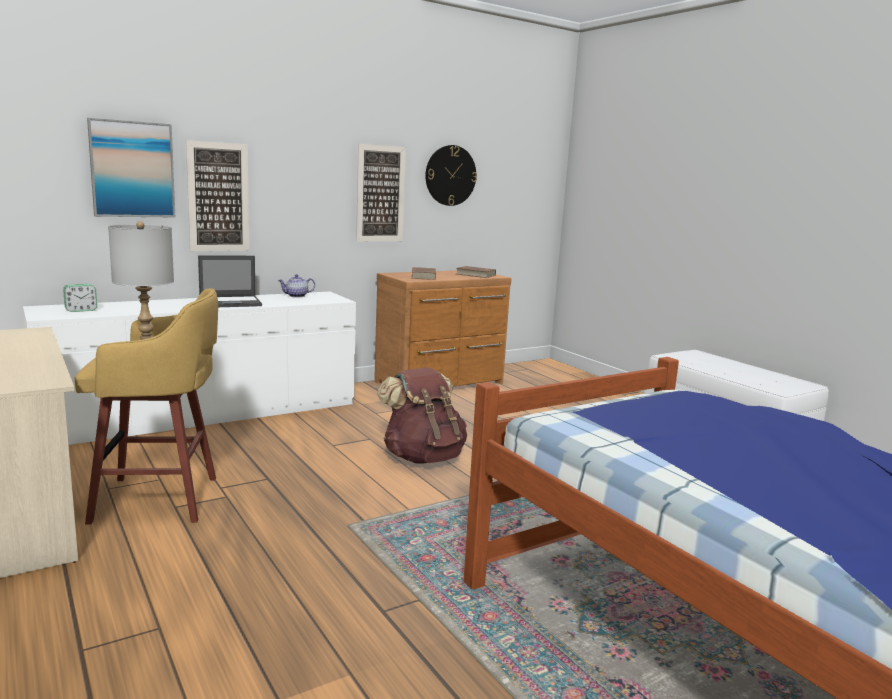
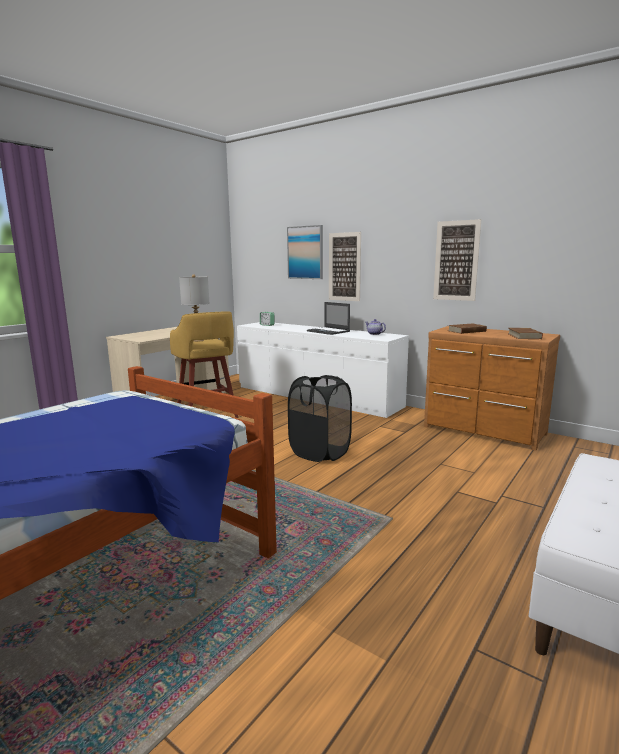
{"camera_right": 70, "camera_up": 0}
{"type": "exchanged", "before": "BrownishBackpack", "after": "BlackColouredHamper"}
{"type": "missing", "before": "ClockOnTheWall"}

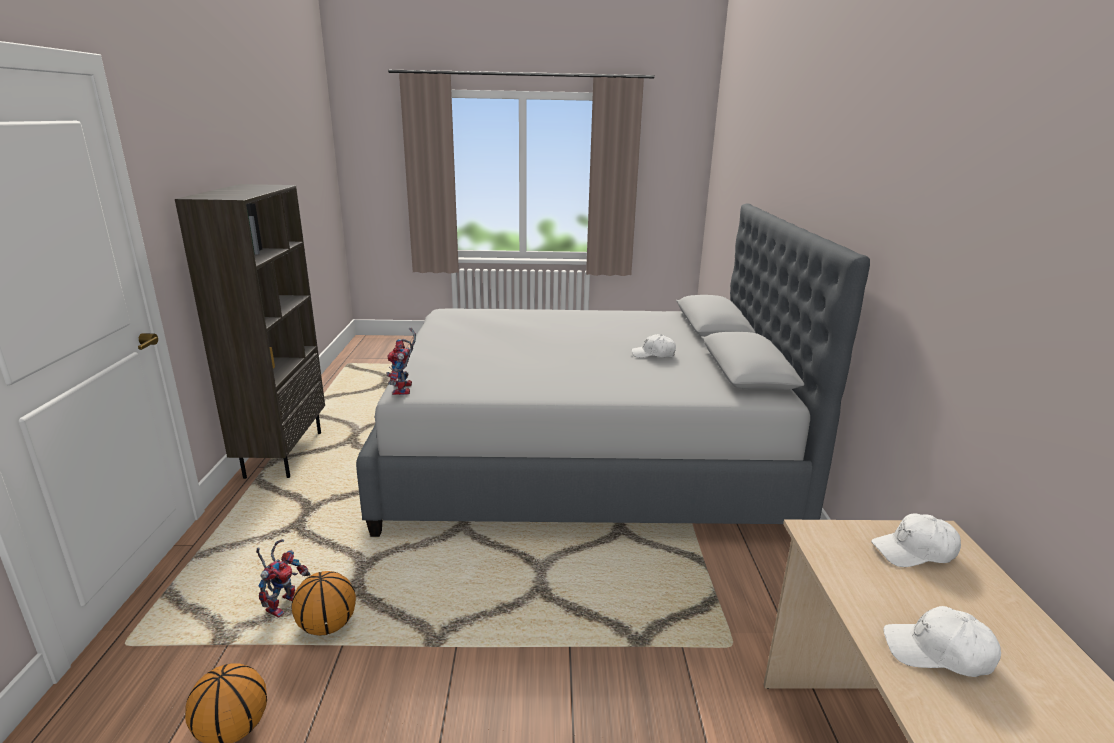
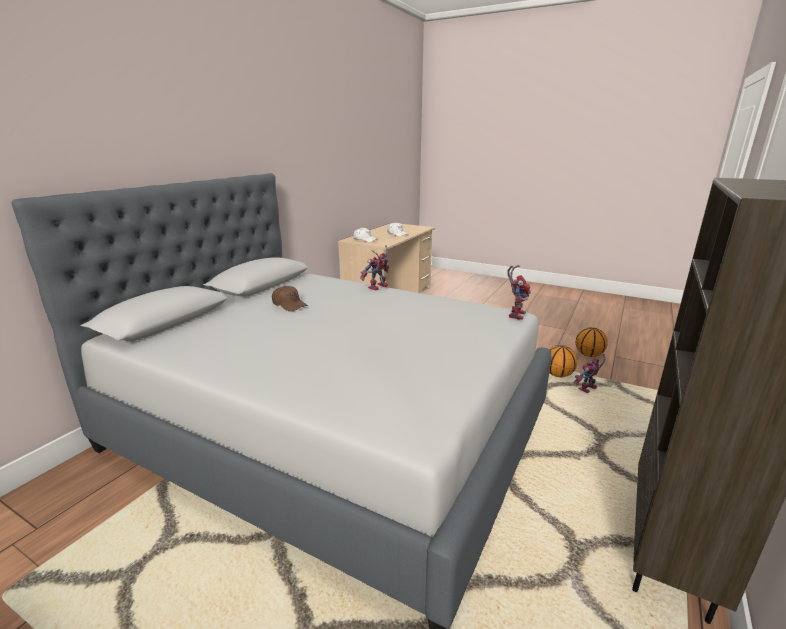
{"camera_right": -150, "camera_up": 0}
{"type": "colour", "before": "WhiteBaseballCap (no. 1 from left)", "after": "BrownishBaseballCap"}
{"type": "appeared", "after": "RobotFigure (no. 1 from left)"}

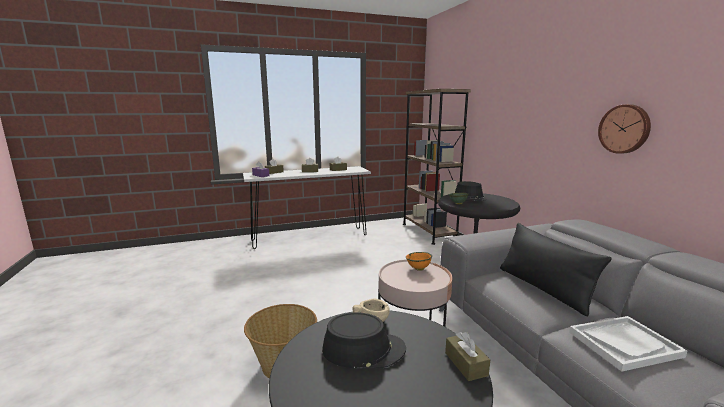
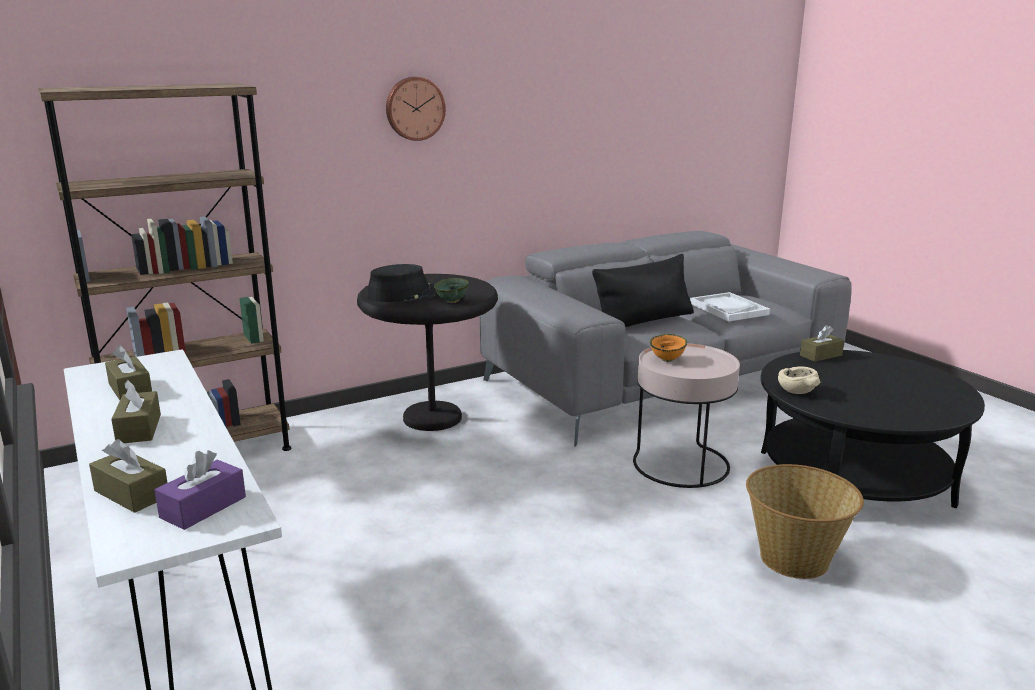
{"camera_right": -100, "camera_up": 5}
{"type": "relocated", "before": "ClockOnTheWall"}
{"type": "missing", "before": "BlackColouredWearableHat (no. 1 from left)"}

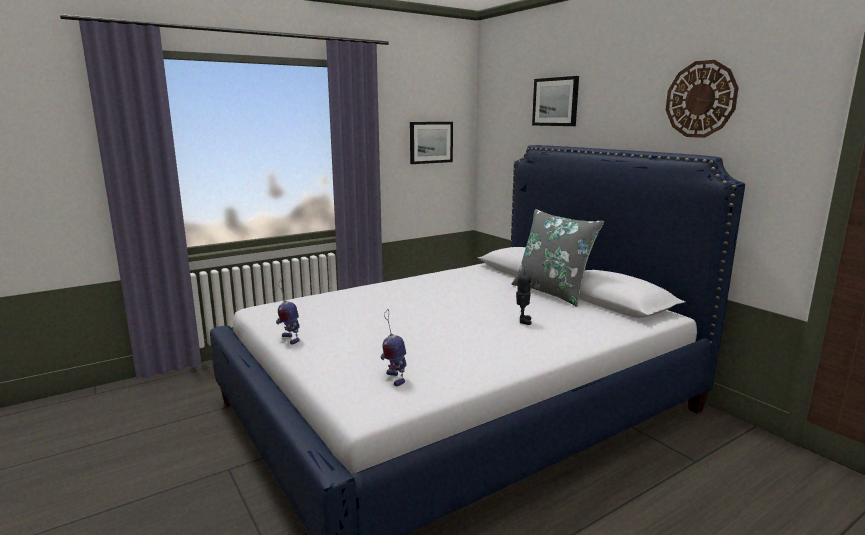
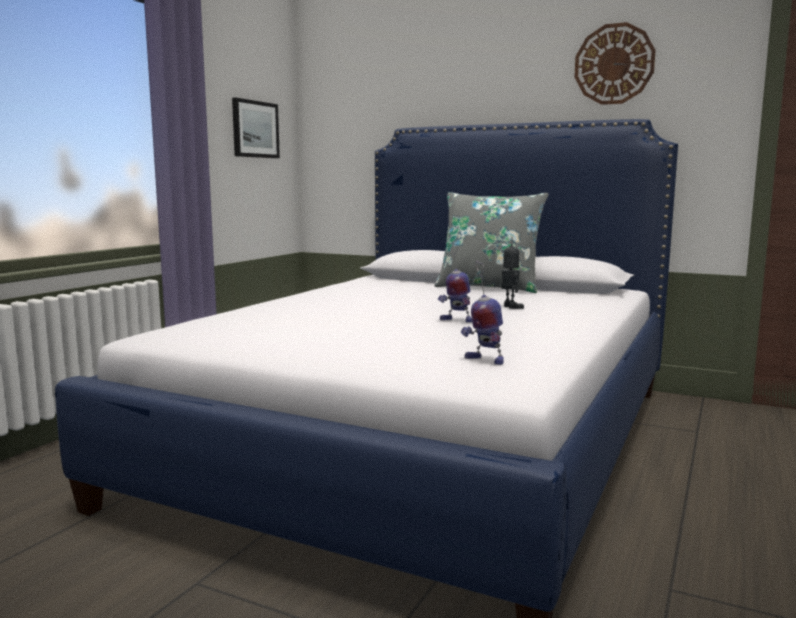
{"camera_right": -30, "camera_up": -5}
{"type": "relocated", "before": "RobotFigure (no. 1 from left)"}
{"type": "missing", "before": "WallPicture (no. 2 from left)"}

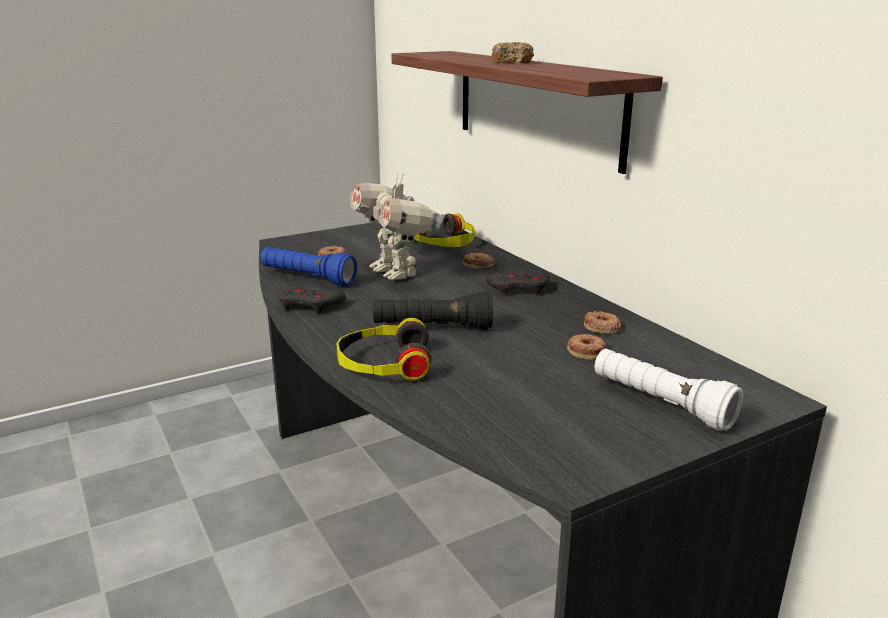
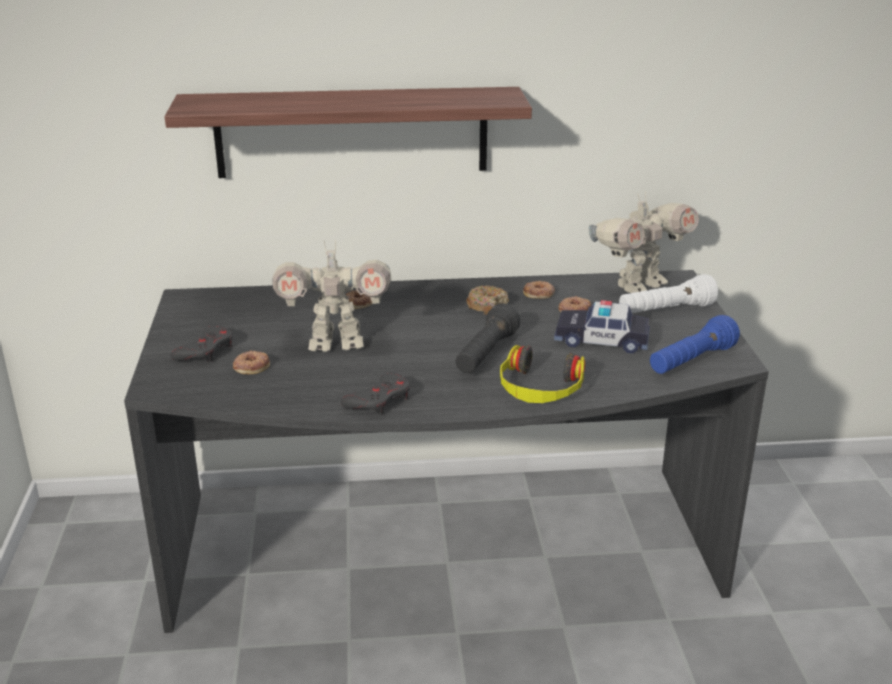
{"camera_right": -65, "camera_up": 5}
{"type": "relocated", "before": "GreyishGamepad (no. 2 from left in the first image)", "after": "GreyishGamepad (no. 1 from left)"}
{"type": "relocated", "before": "Donut (no. 3 from left)"}
{"type": "appeared", "after": "MiniatureCar"}
{"type": "appeared", "after": "RobotFigure (no. 2 from left)"}
{"type": "relocated", "before": "BlueHandTorch"}
{"type": "missing", "before": "PairOfHeadphones (no. 2 from left)"}

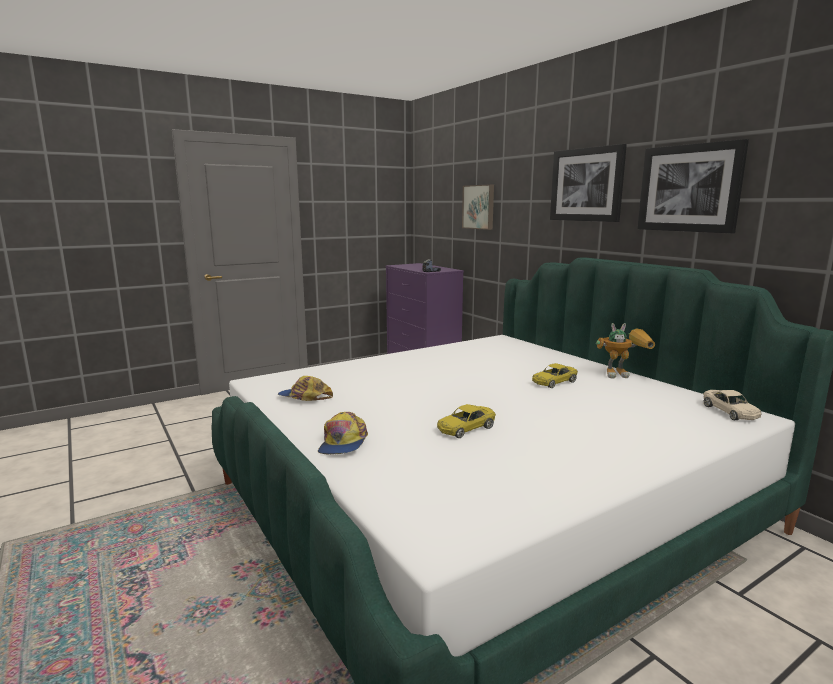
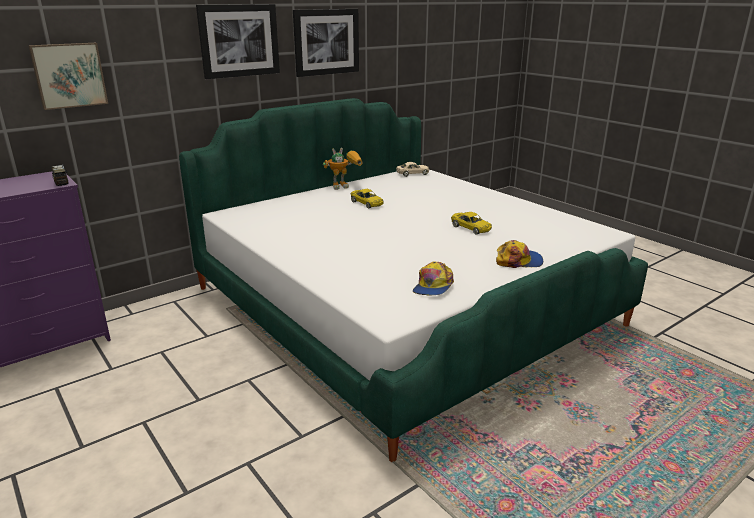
{"camera_right": -95, "camera_up": 10}
{"type": "spun", "before": "RobotFigure", "turn": 75}

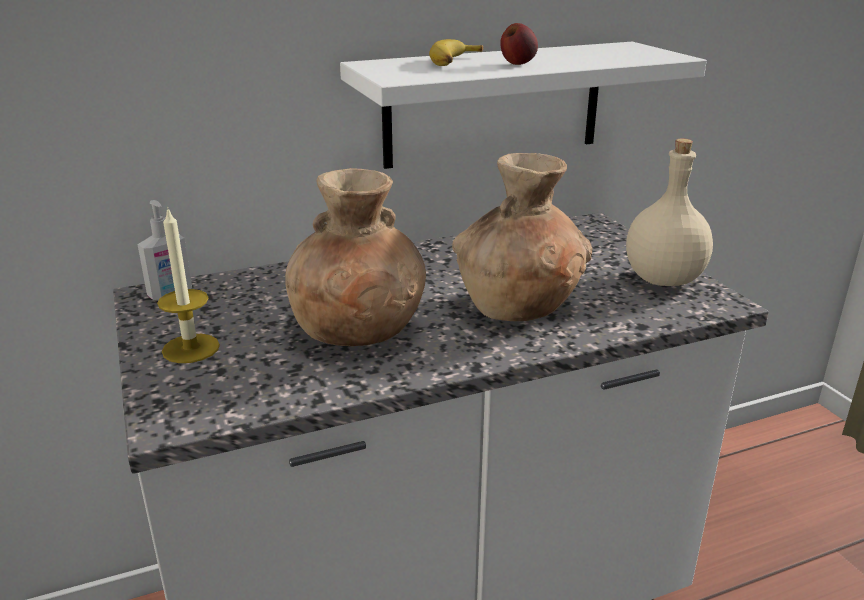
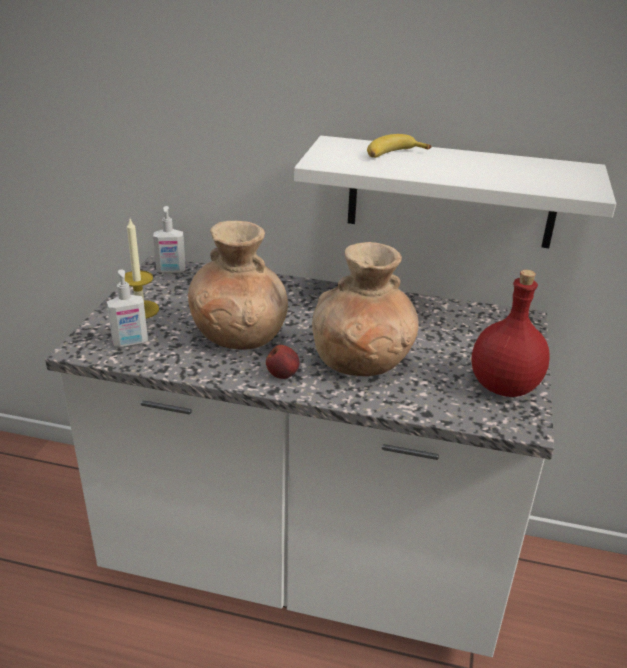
{"camera_right": 35, "camera_up": 5}
{"type": "appeared", "after": "LiquidSoapBottle (no. 1 from left)"}
{"type": "relocated", "before": "AppleFruit"}
{"type": "colour", "before": "SandColouredDrinkBottle", "after": "RedColouredDrinkBottle"}

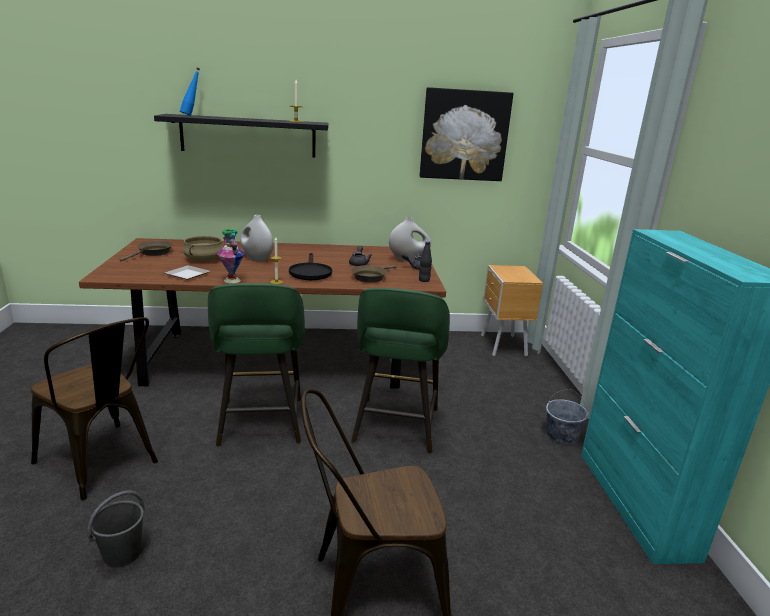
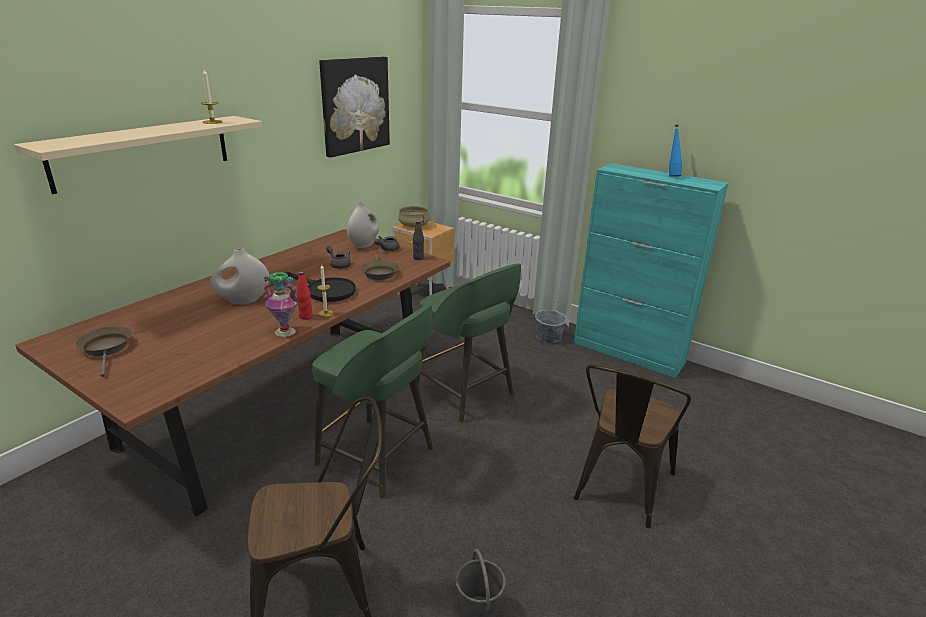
{"camera_right": -50, "camera_up": 5}
{"type": "colour", "before": "BlackColouredWallShelf", "after": "SandColouredWallShelf"}
{"type": "appeared", "after": "RedColouredDrinkBottle"}
{"type": "relocated", "before": "SandColouredCookingPot"}
{"type": "relocated", "before": "BlueDrinkBottle"}
{"type": "missing", "before": "FlatDish"}

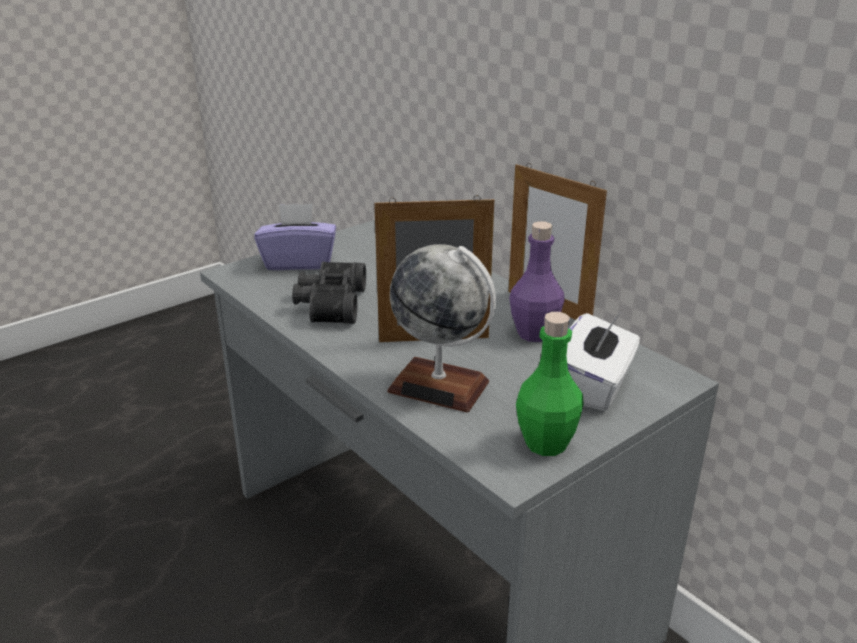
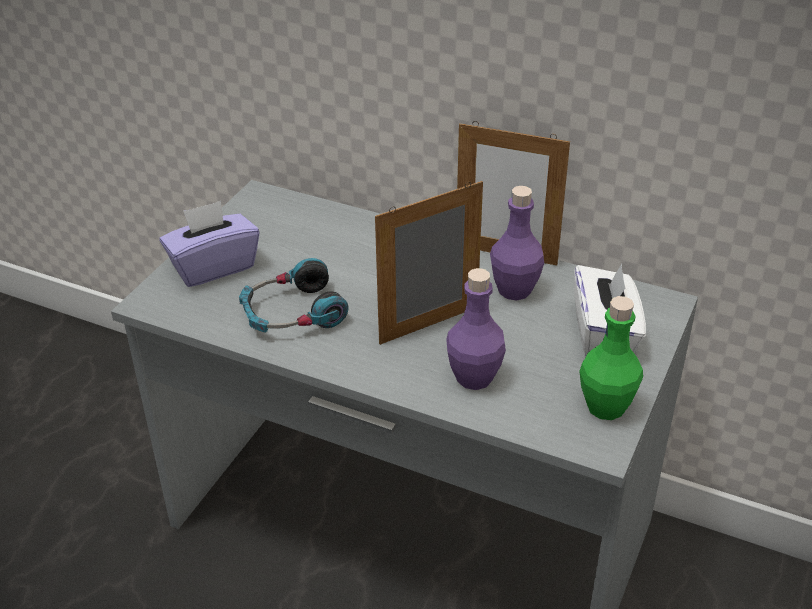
{"camera_right": -25, "camera_up": 10}
{"type": "exchanged", "before": "BlackColouredPairOfBinoculars", "after": "PairOfHeadphones"}
{"type": "exchanged", "before": "Globe", "after": "PurplishDrinkBottle (no. 1 from left)"}

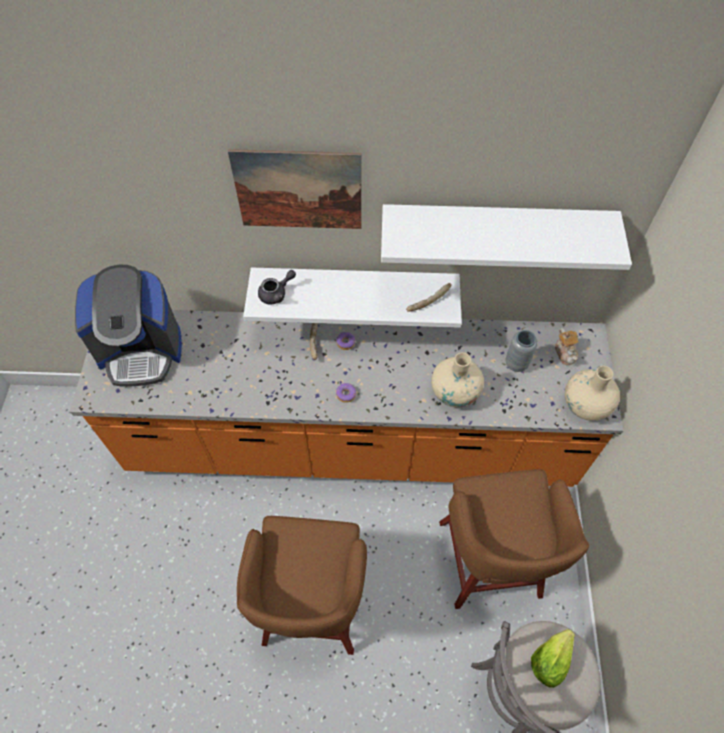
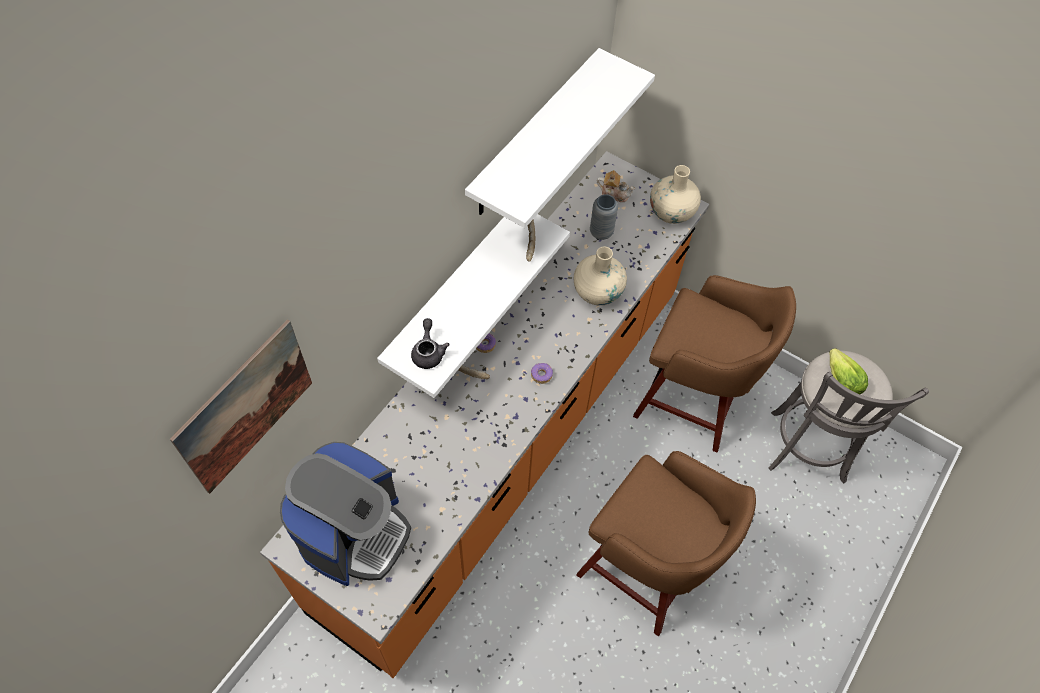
{"camera_right": -60, "camera_up": 0}
{"type": "relocated", "before": "WallPicture"}

